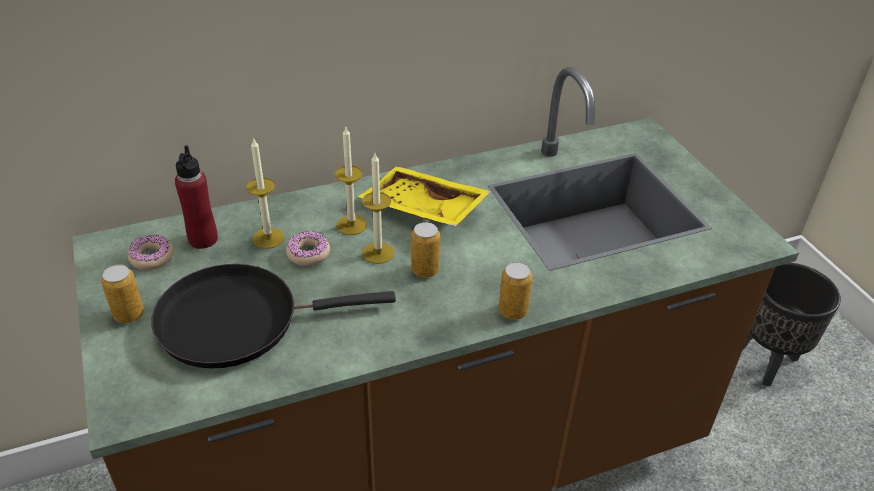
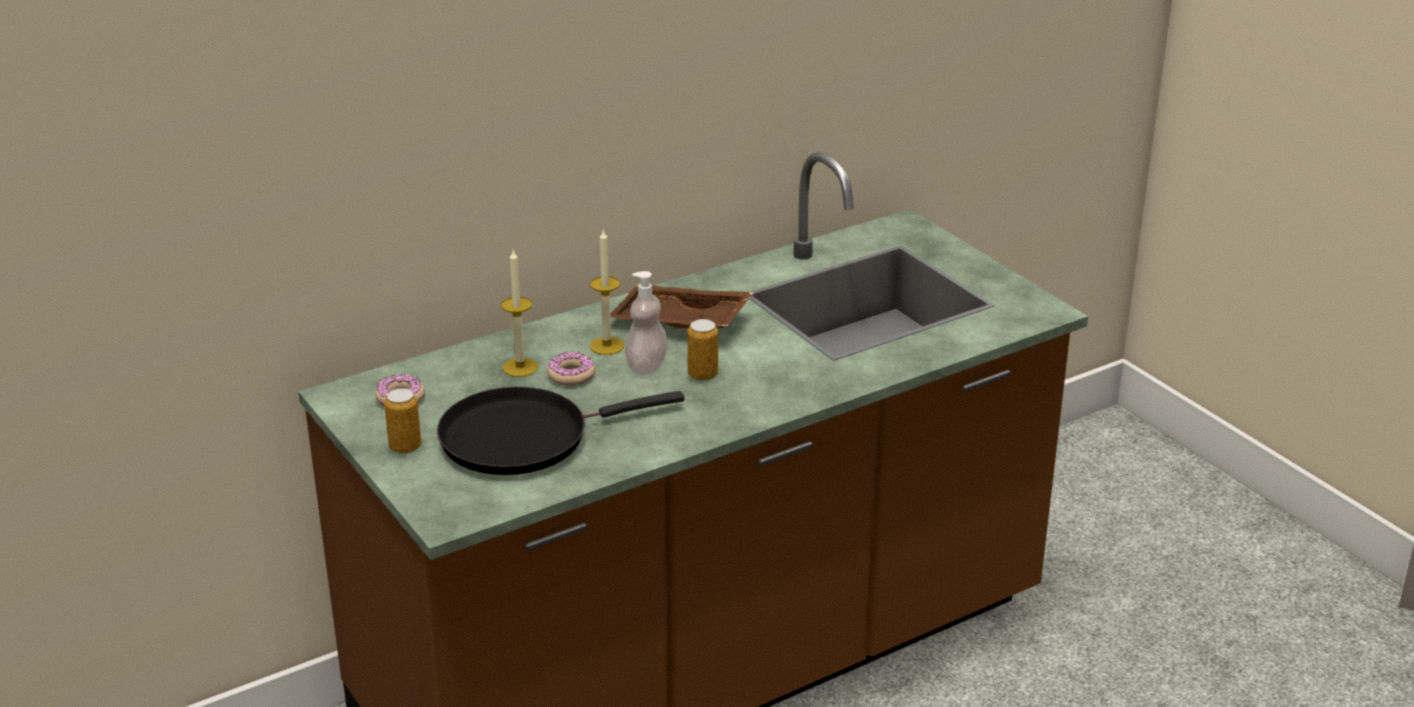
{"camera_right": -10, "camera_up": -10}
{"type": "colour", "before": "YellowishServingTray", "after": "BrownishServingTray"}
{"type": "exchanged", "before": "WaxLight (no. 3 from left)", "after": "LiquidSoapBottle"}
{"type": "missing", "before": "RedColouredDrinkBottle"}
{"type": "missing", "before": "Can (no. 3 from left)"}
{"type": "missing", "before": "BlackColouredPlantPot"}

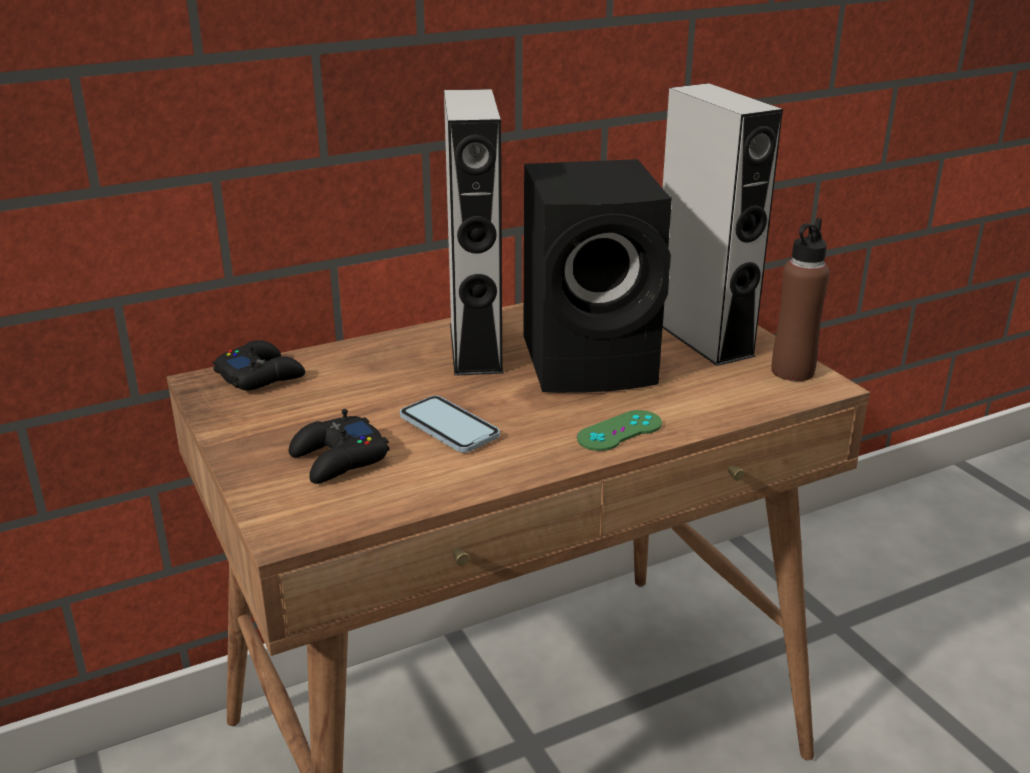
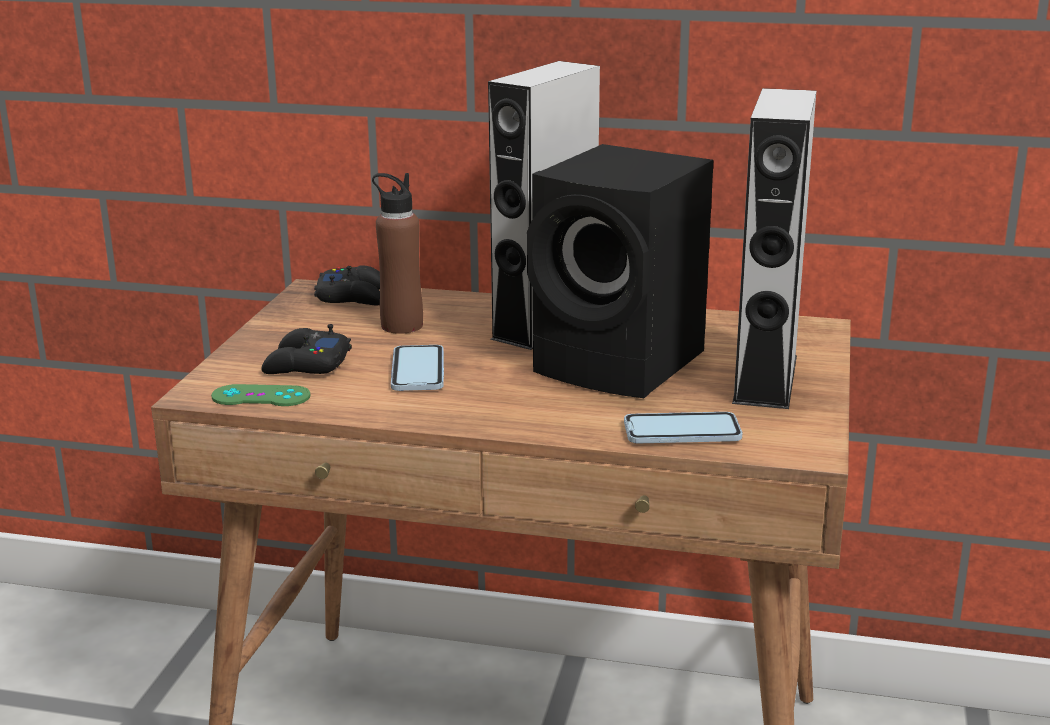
{"camera_right": 40, "camera_up": -5}
{"type": "relocated", "before": "GreenishGamepad"}
{"type": "relocated", "before": "BrownishDrinkBottle"}
{"type": "appeared", "after": "Handset (no. 2 from left)"}

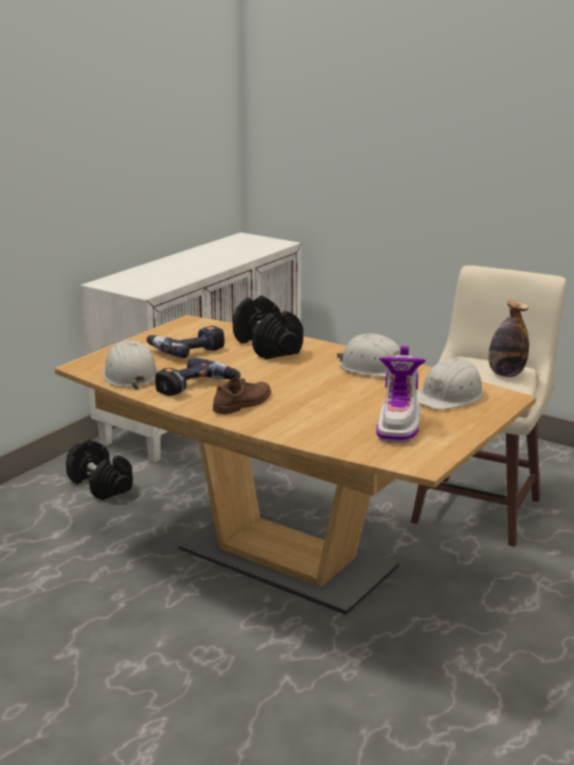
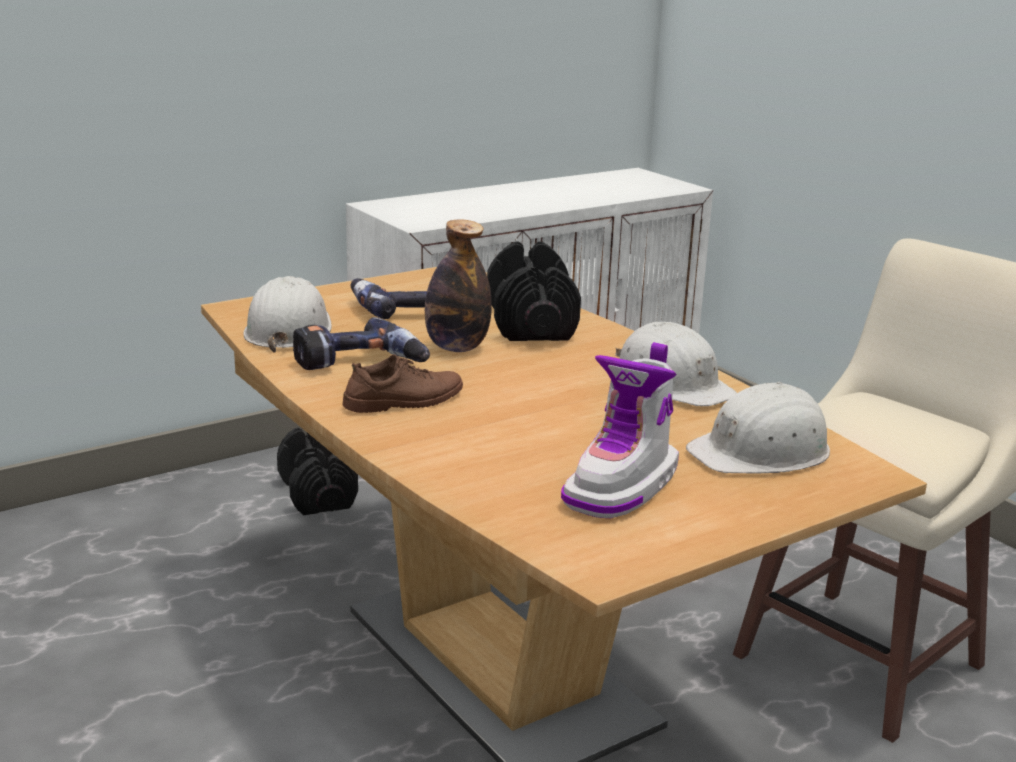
{"camera_right": 20, "camera_up": 0}
{"type": "relocated", "before": "DrinkBottle"}

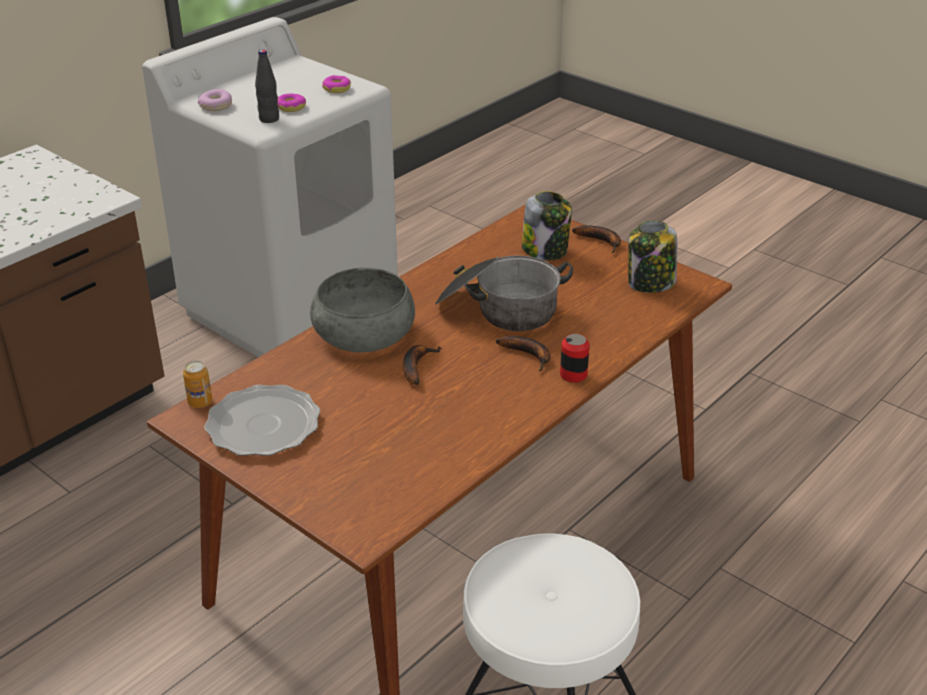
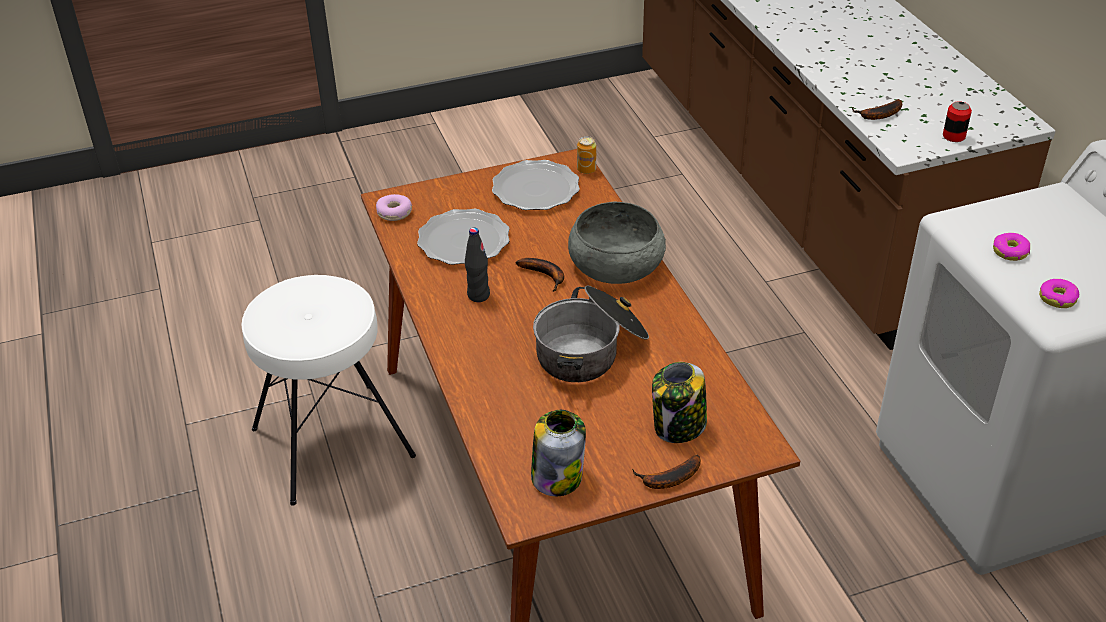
{"camera_right": 120, "camera_up": 5}
{"type": "relocated", "before": "Donut (no. 1 from left)"}
{"type": "appeared", "after": "FlatDish (no. 1 from left)"}
{"type": "relocated", "before": "BlackColouredDrinkBottle"}
{"type": "relocated", "before": "BananaFruit (no. 2 from left in the first image)", "after": "BananaFruit (no. 3 from left)"}
{"type": "relocated", "before": "Can (no. 2 from left)"}

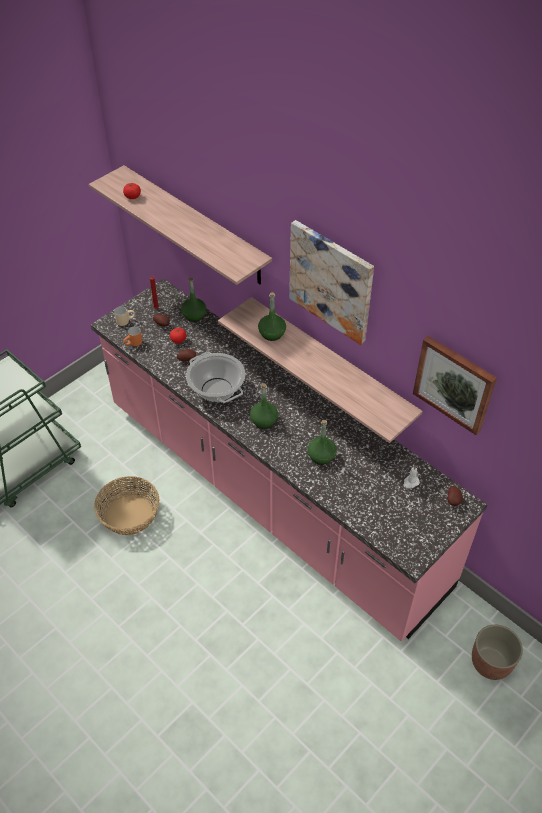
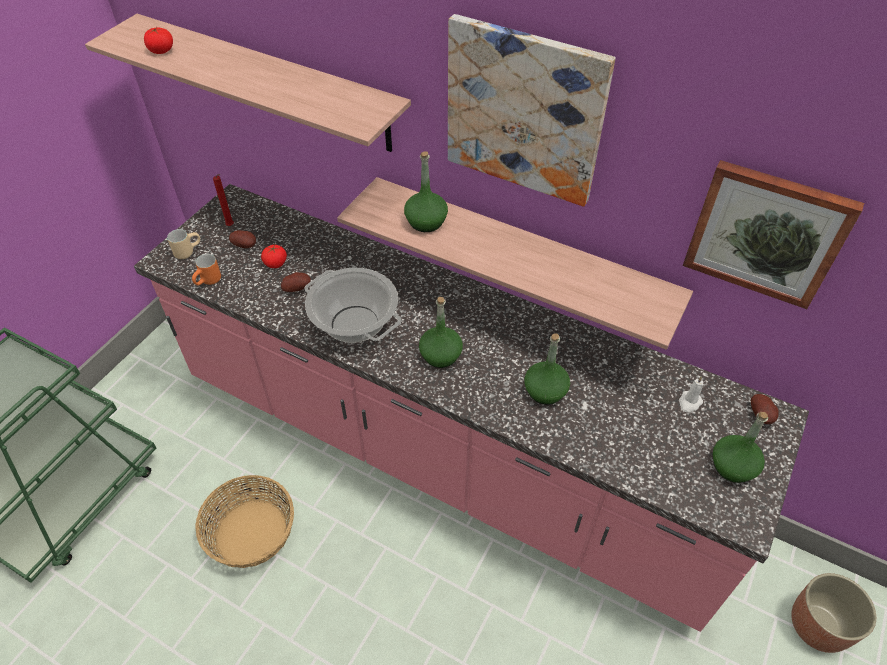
{"camera_right": -15, "camera_up": 0}
{"type": "relocated", "before": "GreenishDrinkBottle (no. 1 from left in the first image)", "after": "GreenishDrinkBottle (no. 4 from left)"}

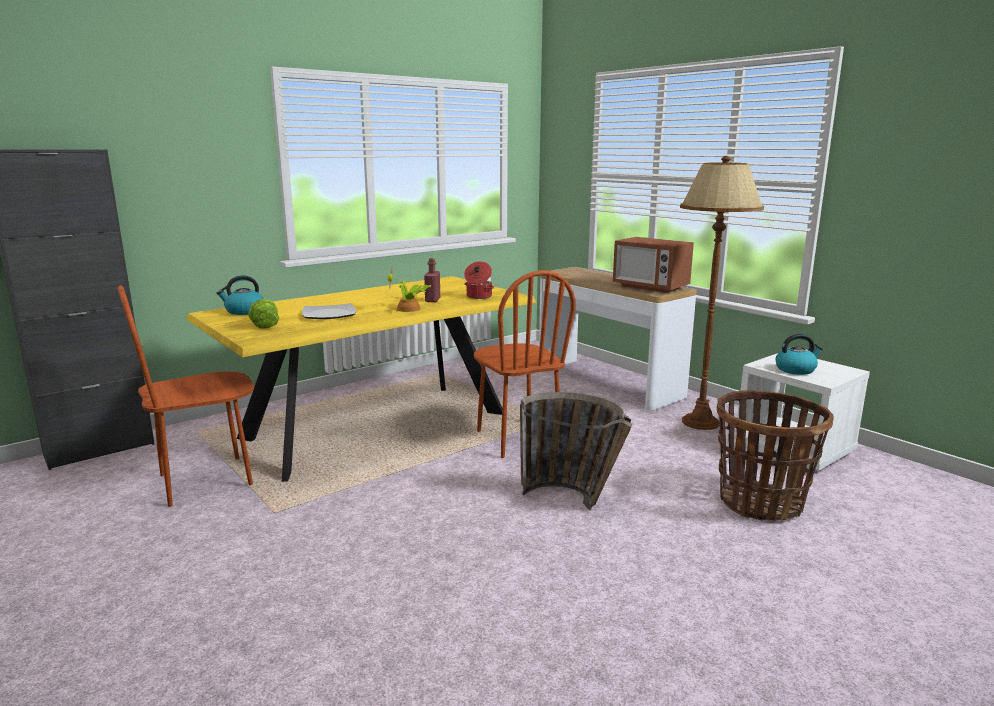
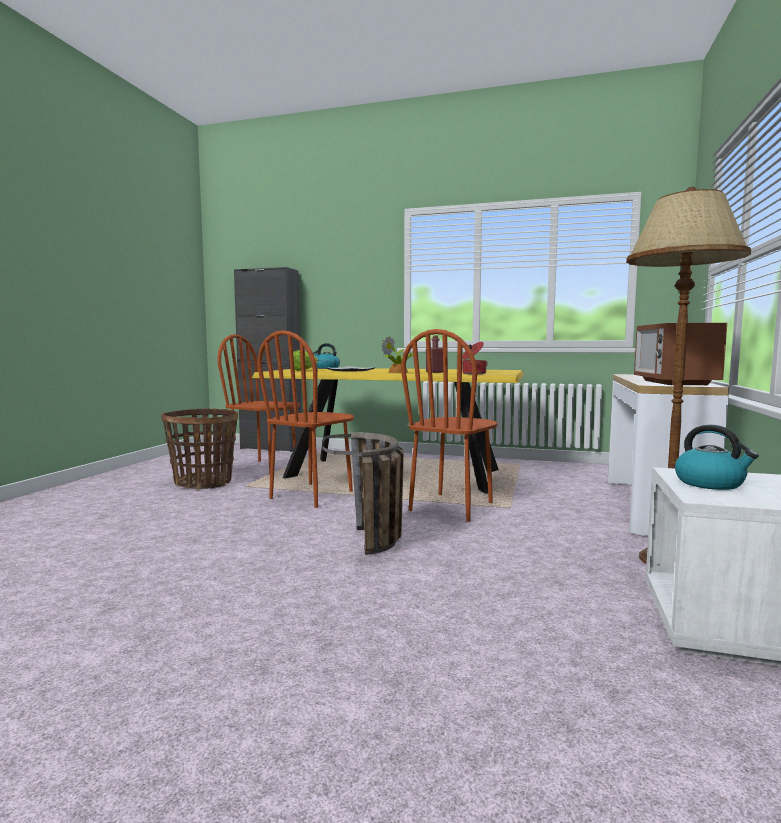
{"camera_right": 55, "camera_up": -10}
{"type": "relocated", "before": "Basket (no. 2 from left in the first image)", "after": "Basket (no. 1 from left)"}
{"type": "appeared", "after": "BrownishPlainChair (no. 2 from left)"}

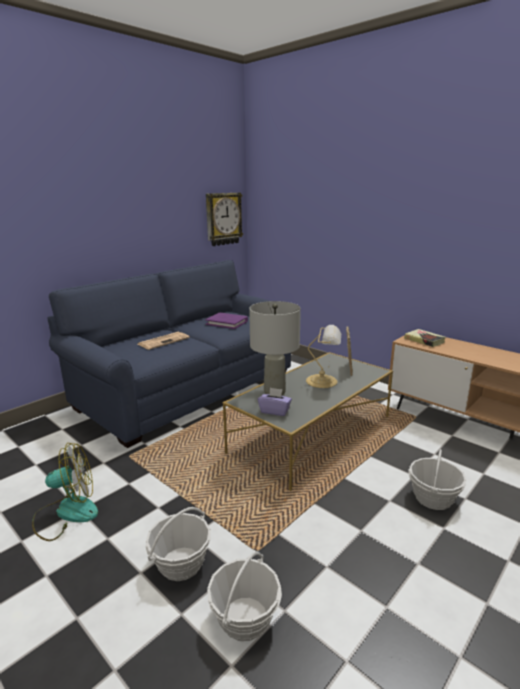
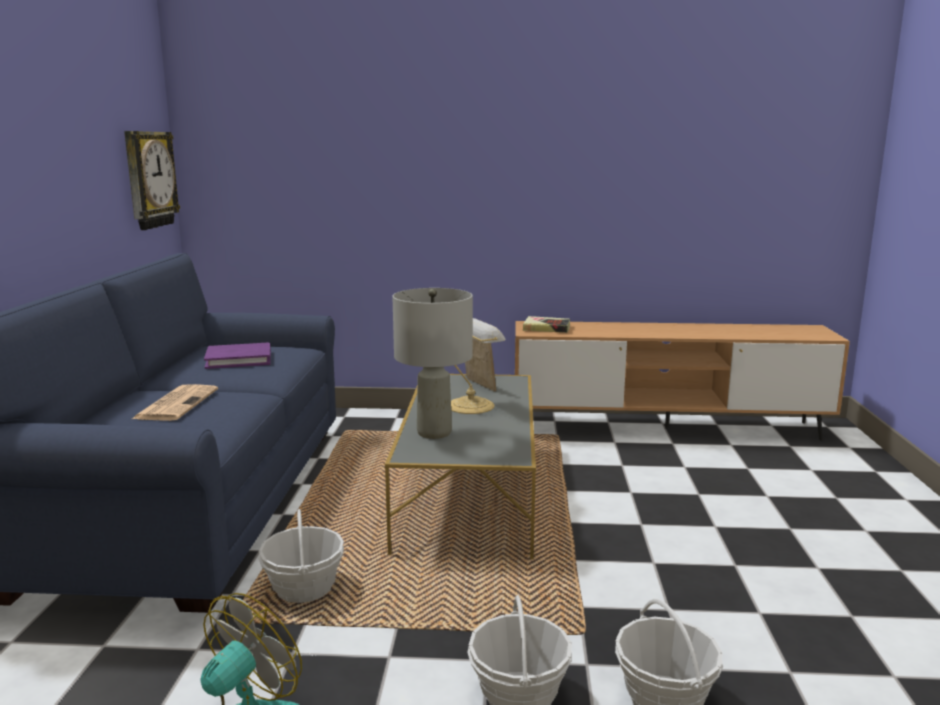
{"camera_right": -40, "camera_up": -5}
{"type": "relocated", "before": "Basket (no. 3 from left in the first image)", "after": "Basket (no. 1 from left)"}
{"type": "missing", "before": "PurplishTissueBox"}

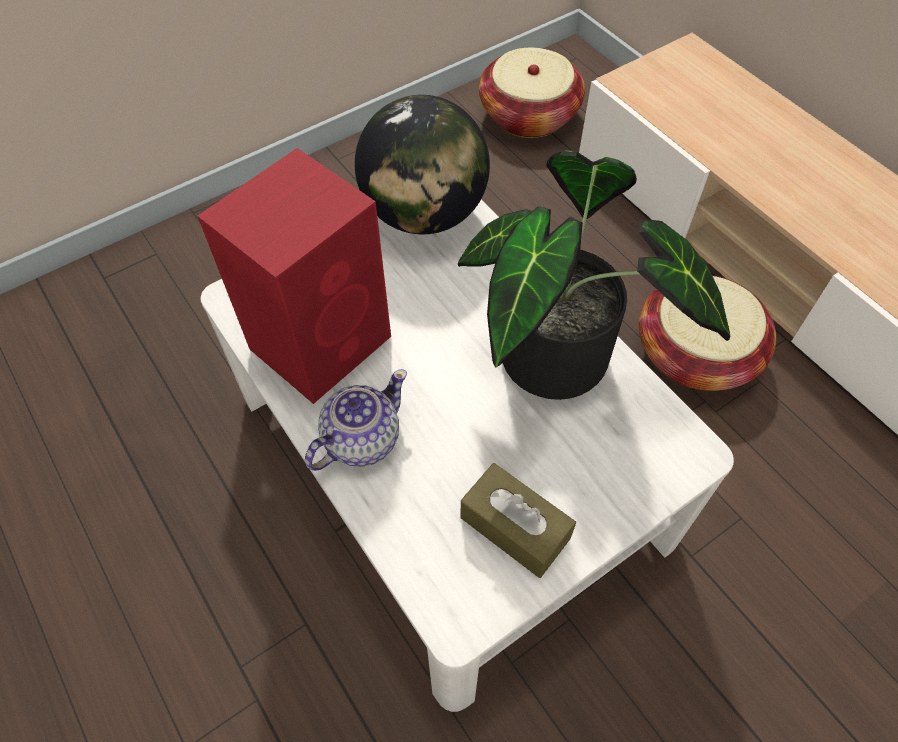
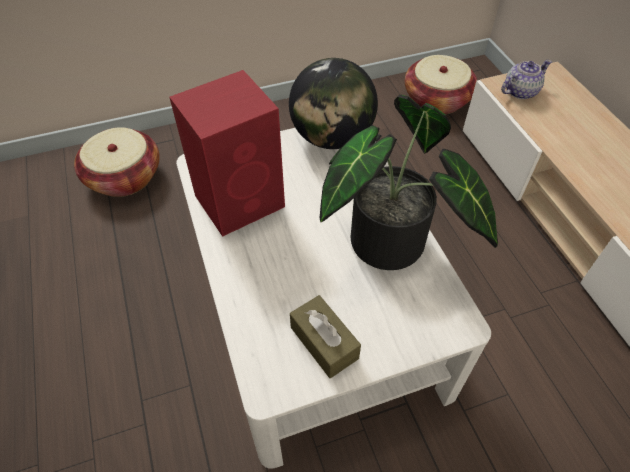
{"camera_right": 15, "camera_up": -5}
{"type": "relocated", "before": "Basket (no. 2 from left in the first image)", "after": "Basket (no. 1 from left)"}
{"type": "relocated", "before": "PotForTea"}

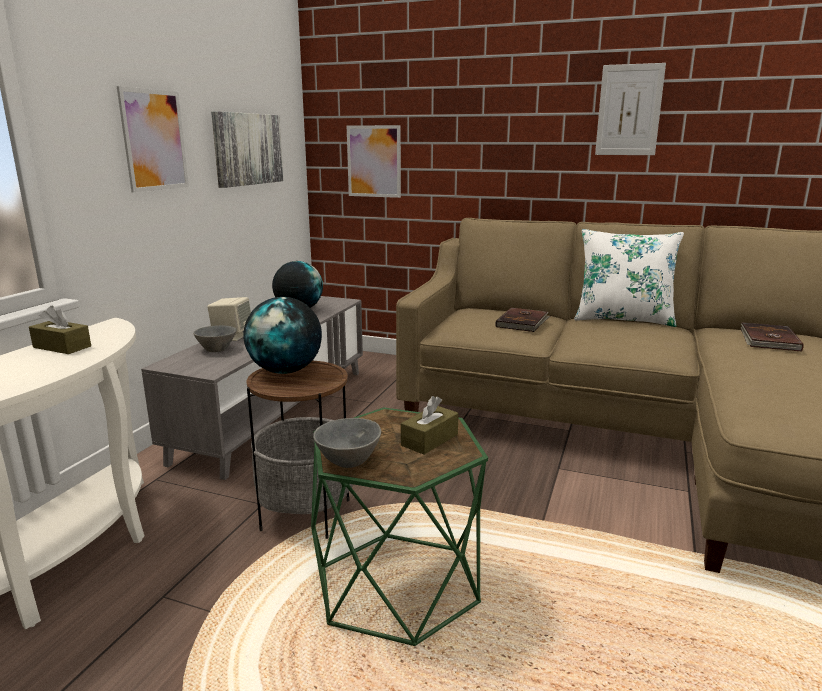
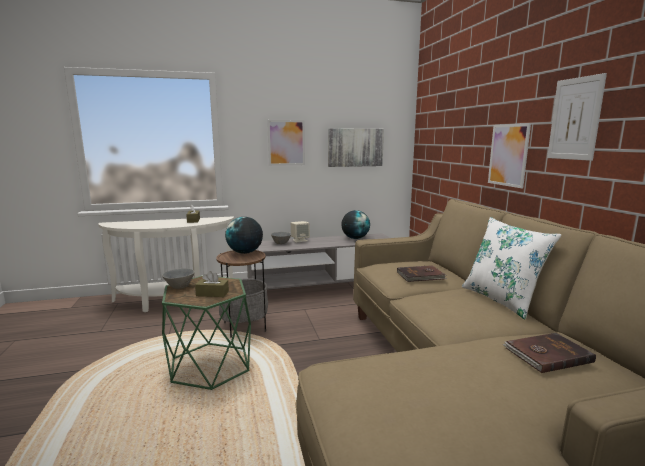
{"camera_right": 55, "camera_up": -5}
{"type": "relocated", "before": "WallPicture (no. 3 from left)"}

